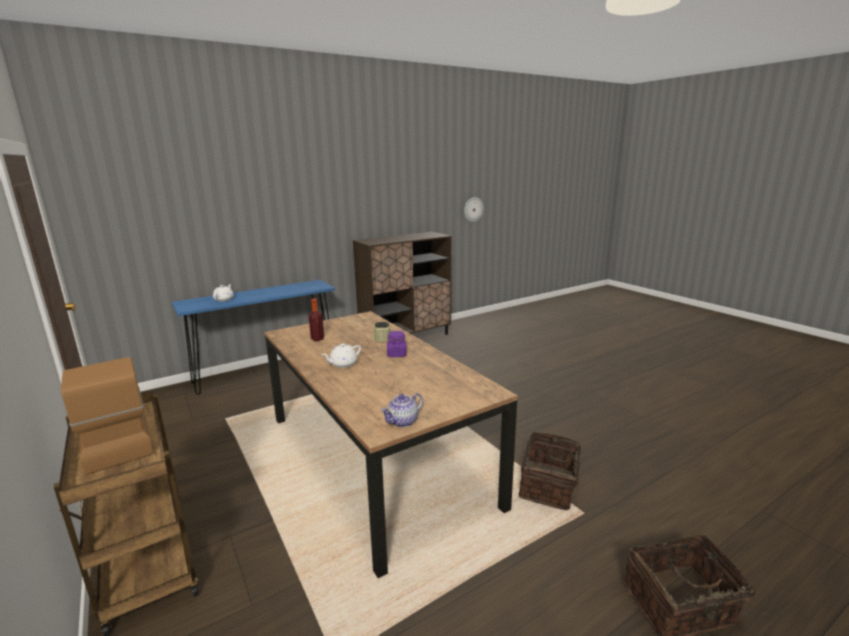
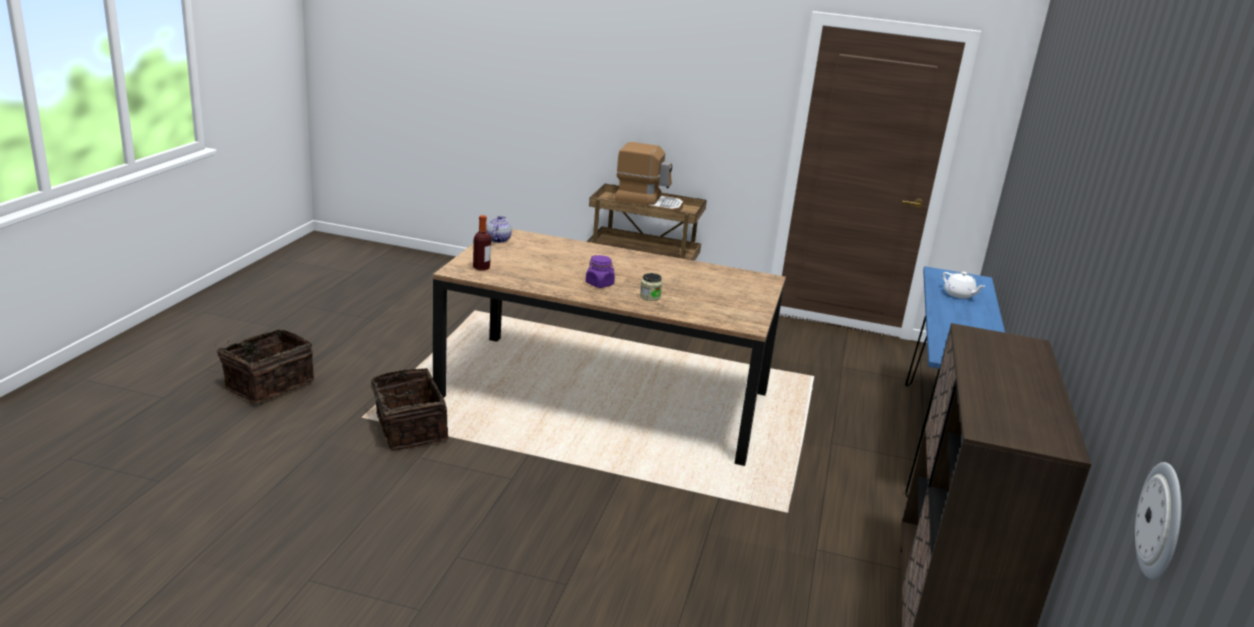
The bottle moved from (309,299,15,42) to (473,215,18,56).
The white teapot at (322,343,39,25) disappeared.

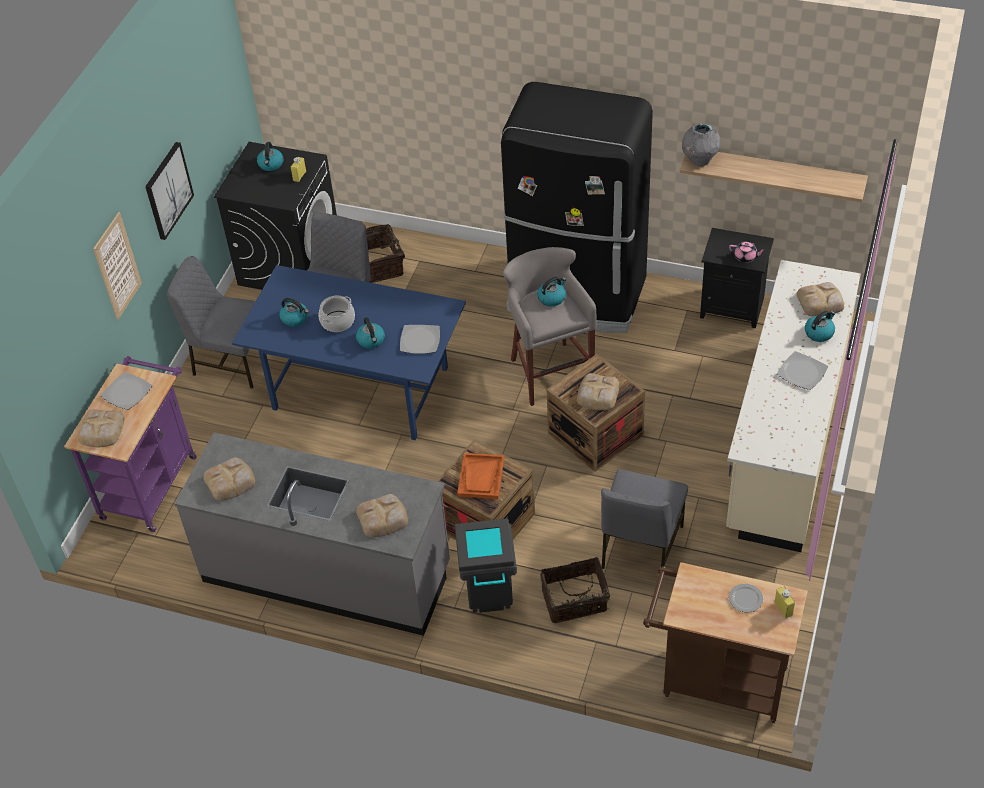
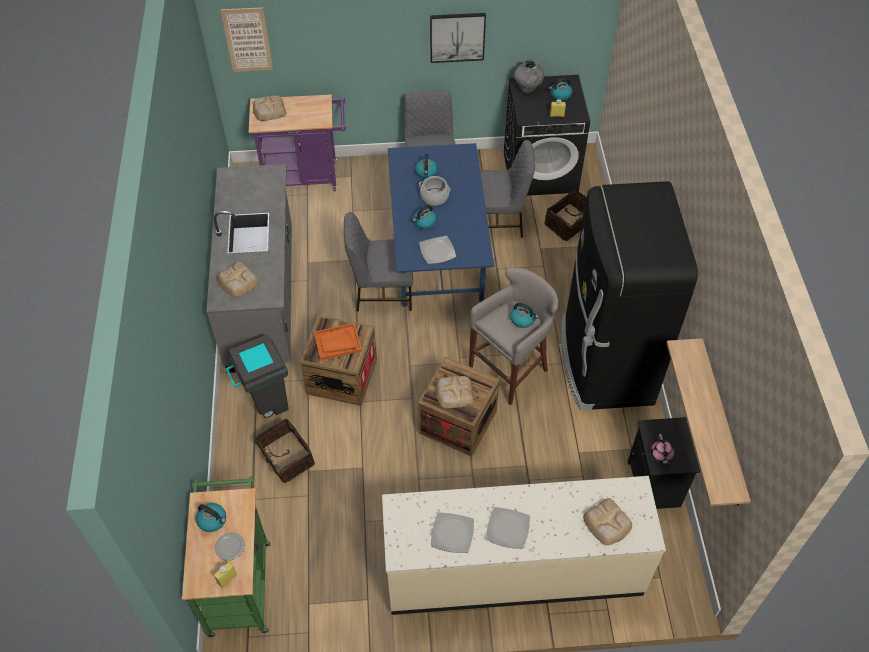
The picture moved from (93,212,49,108) to (220,7,53,65).
The plate moved from (100,372,52,38) to (431,512,43,41).
The bread at (203,457,52,44) disappeared.
The grey chair moved from (601,469,87,100) to (344,212,69,100).
The brown cart at (643,562,165,161) became the green cart at (182,476,89,161).
The grey vase moved from (682,123,38,43) to (514,60,30,33).
The kettle moved from (805,311,30,31) to (196,503,30,29).

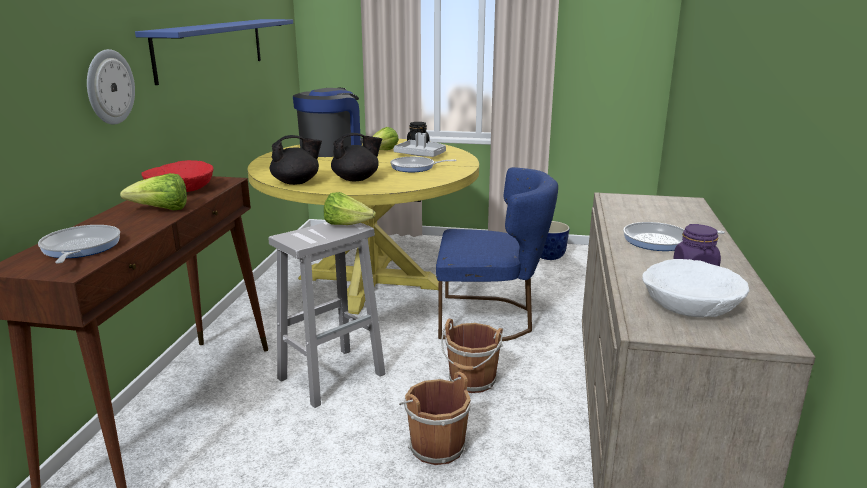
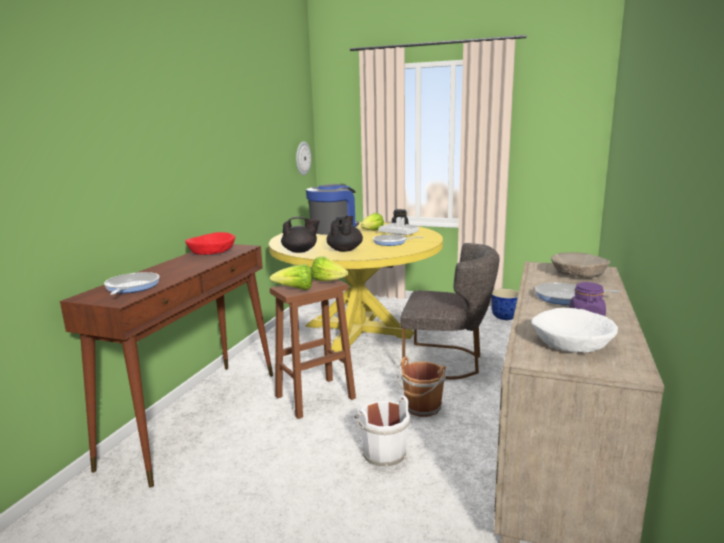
The wall clock moved from (87,49,48,76) to (296,142,15,33).
The lettuce moved from (120,173,67,37) to (270,264,42,26).
The blue shelf at (135,19,158,66) disappeared.
The white stool at (269,222,116,186) became the brown stool at (270,279,86,140).
The black teapot at (331,133,51,48) turned 75 degrees counterclockwise.
The brown bucket at (399,372,72,93) became the white bucket at (354,396,56,72).
The blue chair at (436,167,122,174) became the grey chair at (400,243,100,137).
The beige bowl at (551,252,59,26) appeared.

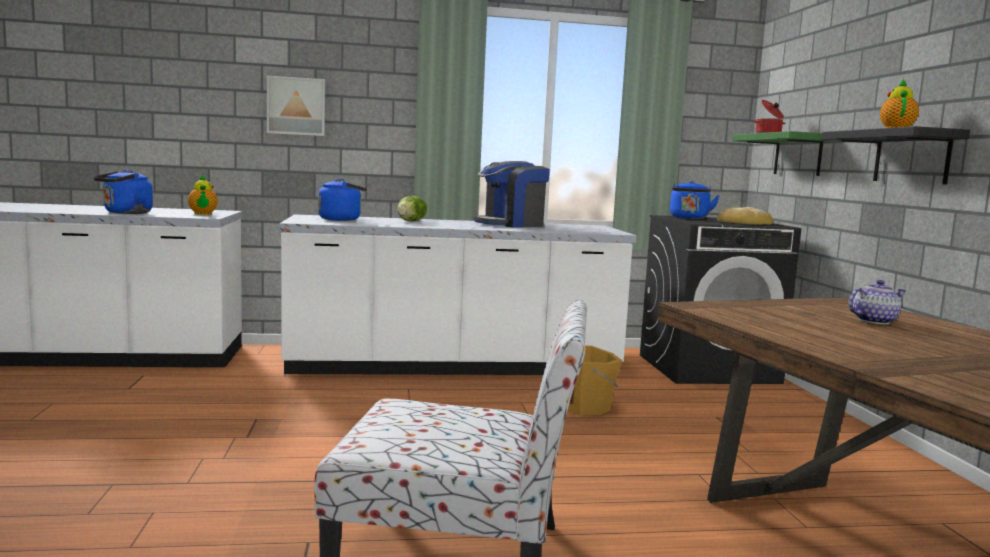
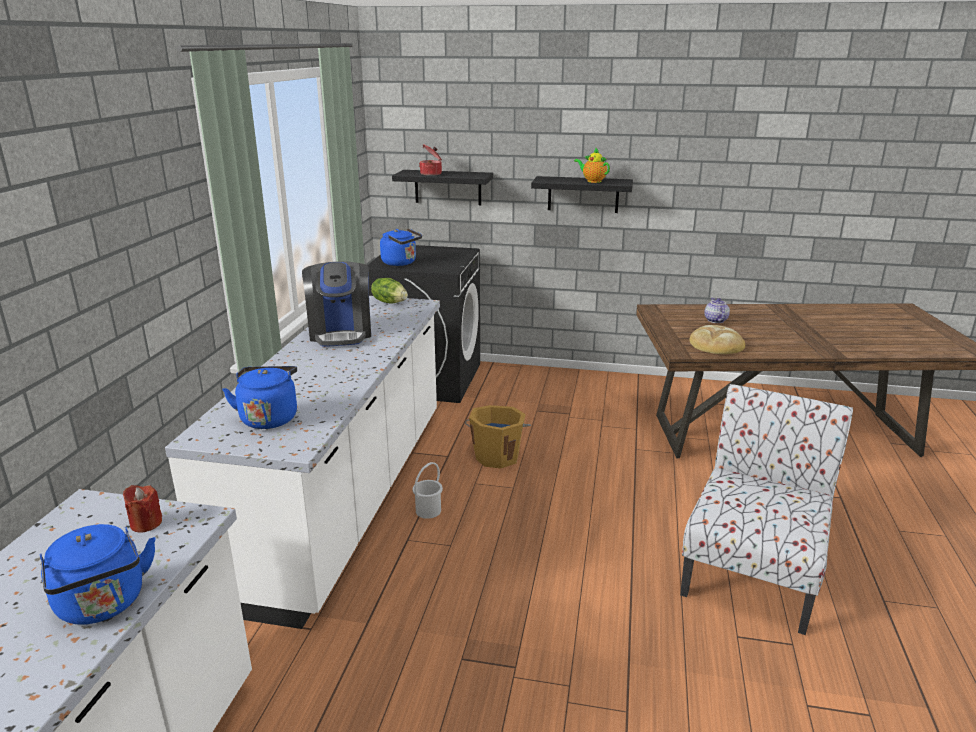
The teapot at (188,174,30,41) was replaced by the red candle at (123,485,39,48).
The picture at (267,76,58,60) disappeared.
The lettuce moved from (397,196,30,25) to (371,278,37,25).
The bread moved from (717,207,56,18) to (690,325,55,29).
The green shelf at (733,131,99,45) became the black shelf at (392,170,101,35).
The white bucket at (413,462,30,57) appeared.

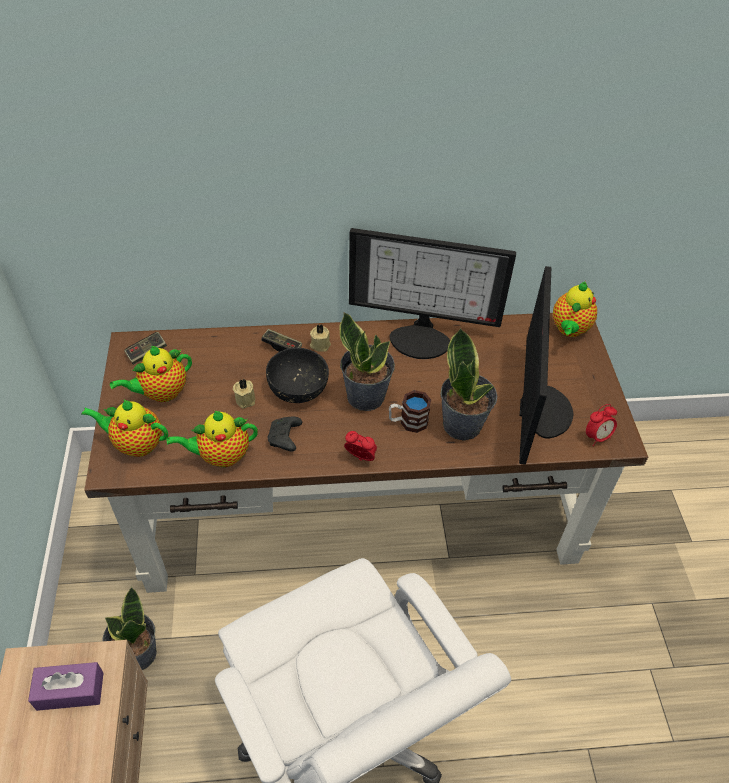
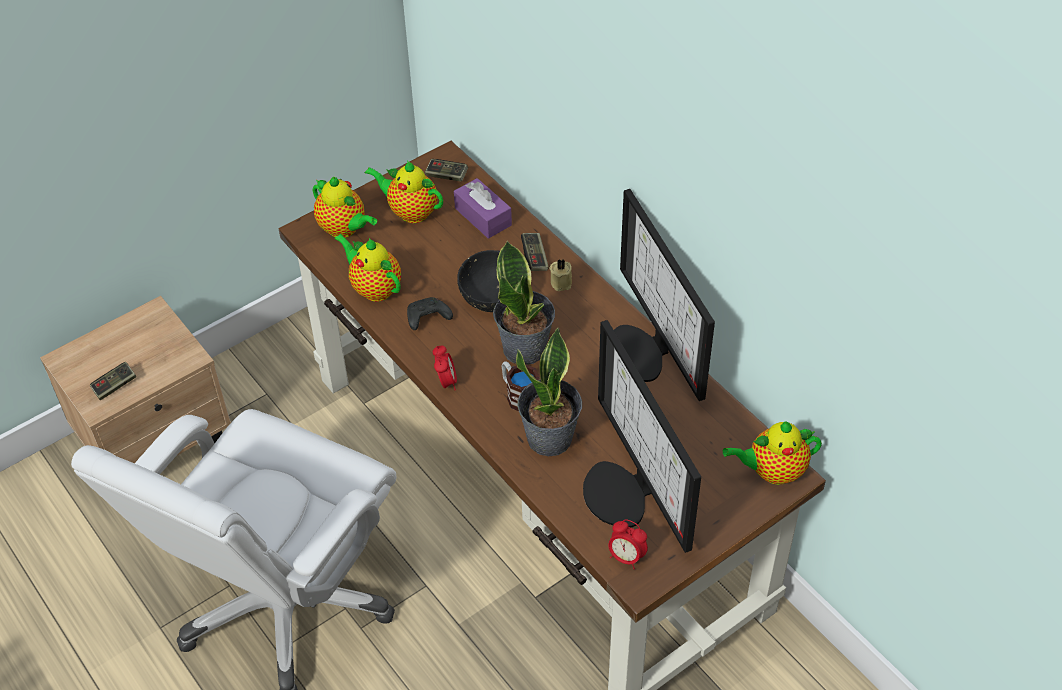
The purple tissue box moved from (28,662,76,49) to (454,178,58,61).
The teapot at (81,399,87,58) turned 150 degrees clockwise.
The potted plant at (102,587,55,83) disappeared.
The beige candle at (233,379,22,29) disappeared.
The monitor at (519,266,55,199) turned 90 degrees clockwise.
The game controller at (90,362,47,38) appeared.

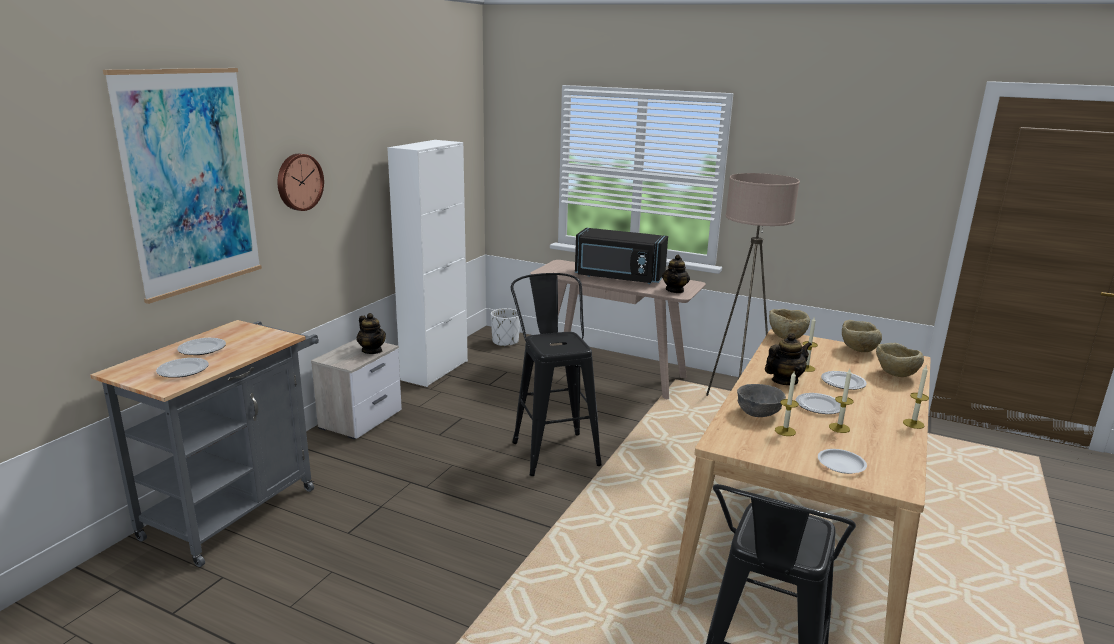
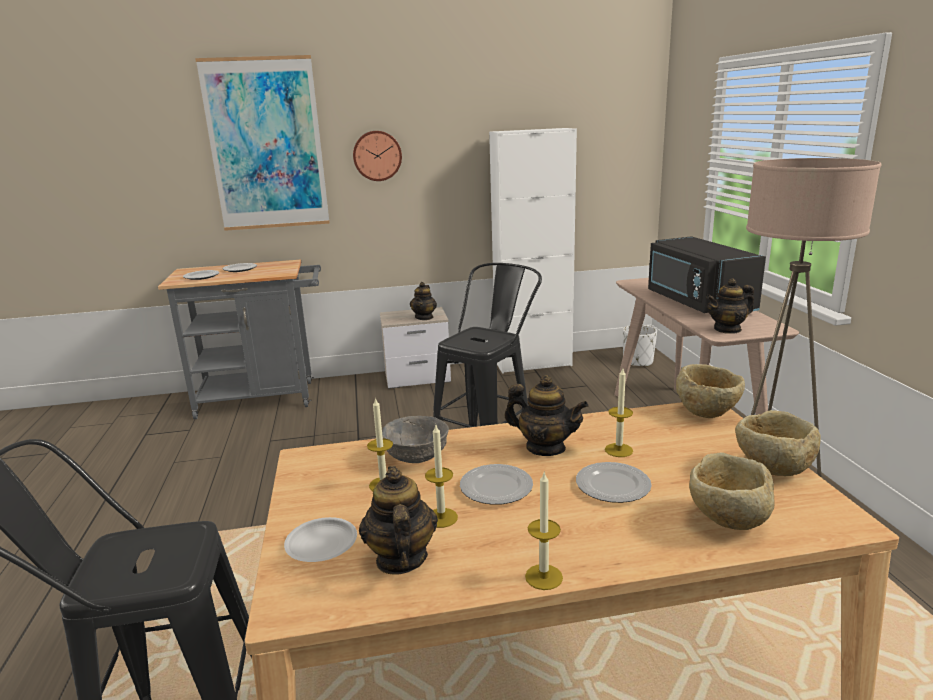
The teapot at (359,466,79,108) appeared.

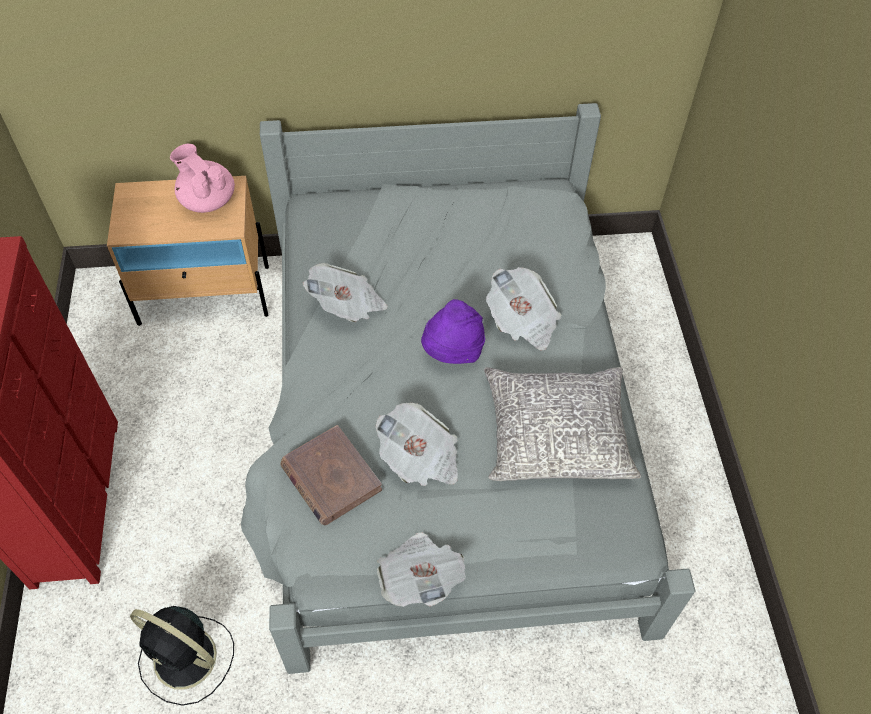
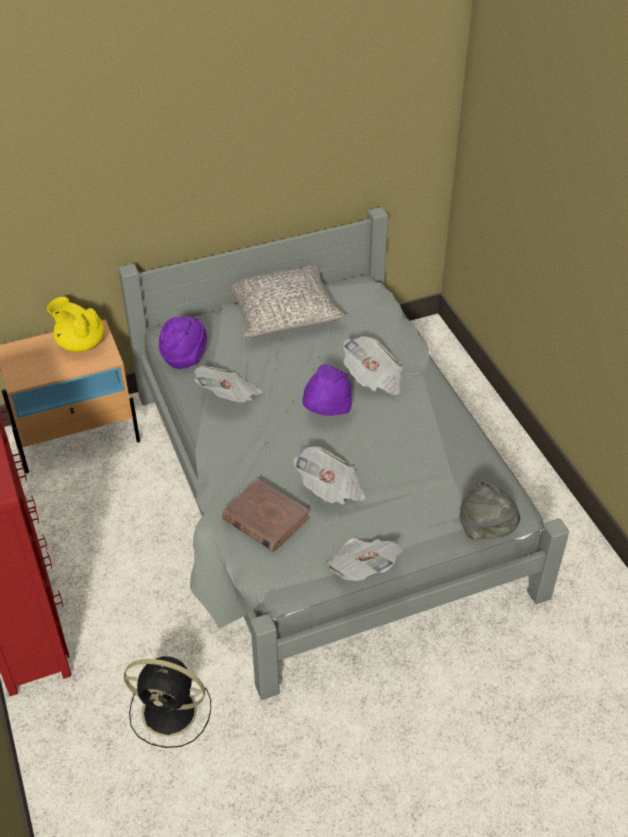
The pink teapot at (170,144,65,69) became the yellow teapot at (47,297,57,55).
The grey pillow moved from (484,367,157,114) to (230,266,116,72).
The purple hat at (159,316,48,53) appeared.
The grey hat at (459,481,61,58) appeared.

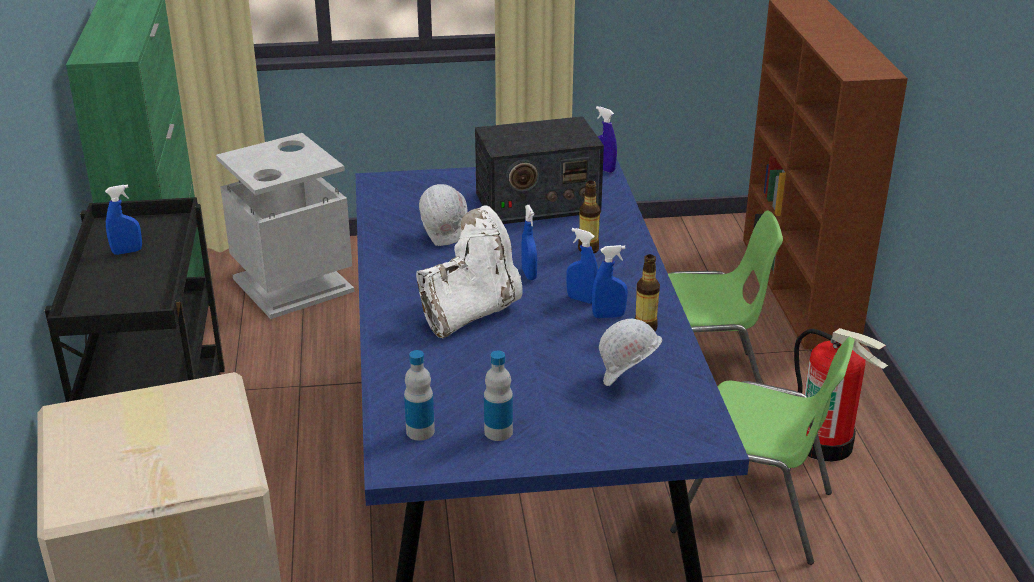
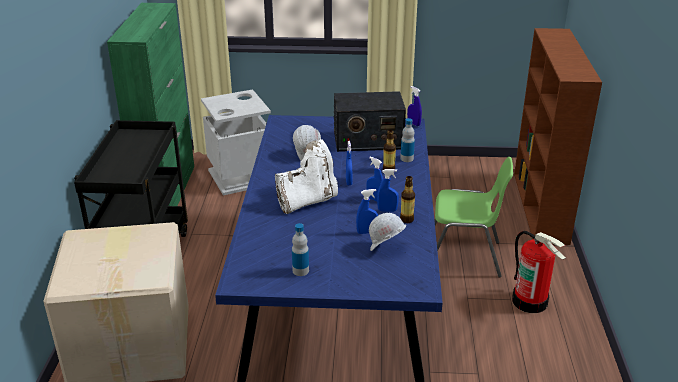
The blue spray bottle moved from (105,185,37,70) to (356,189,22,45).
The bottle moved from (404,350,31,91) to (400,118,15,44).
The green chair at (670,337,185,228) disappeared.

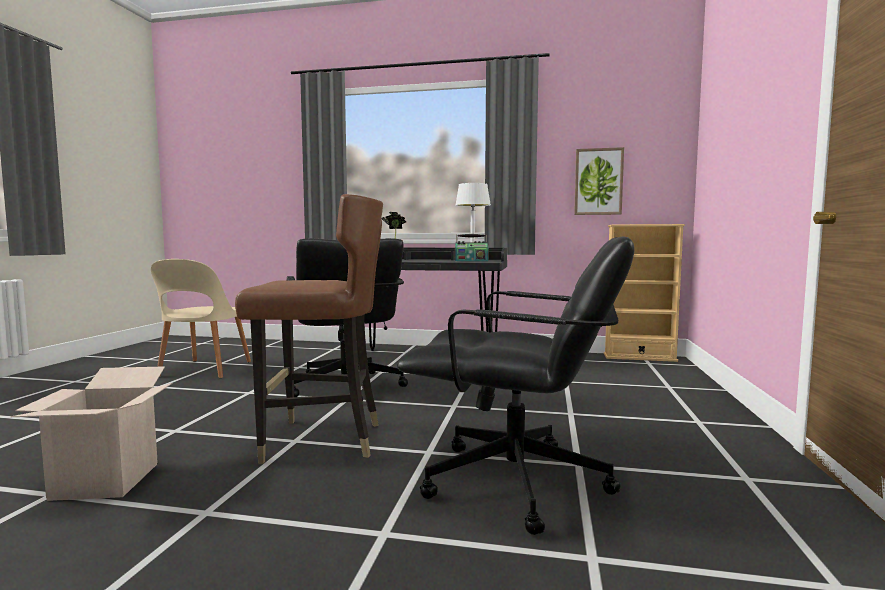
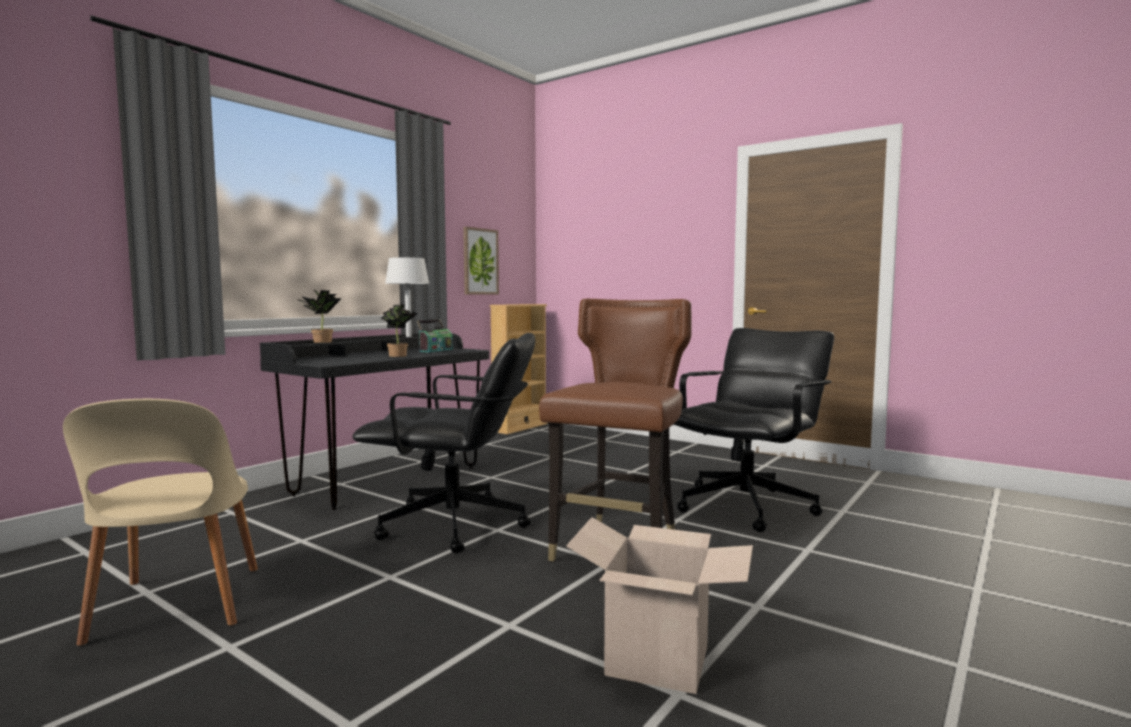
The beige chair at (151,259,100,119) turned 45 degrees clockwise.
The potted plant at (380,304,38,53) appeared.

